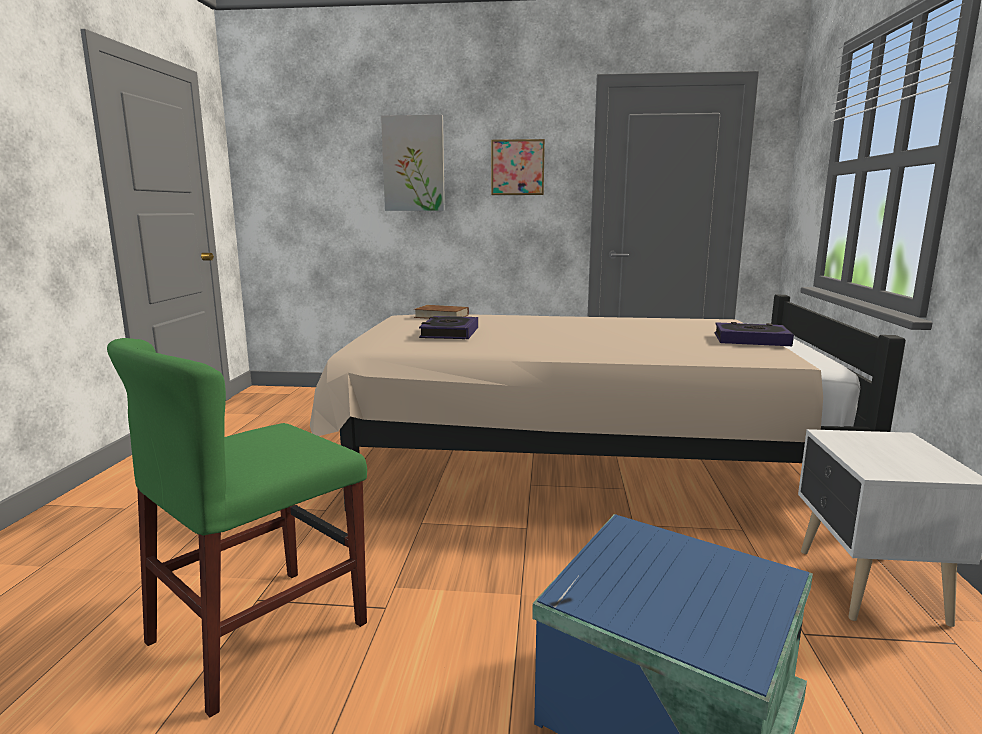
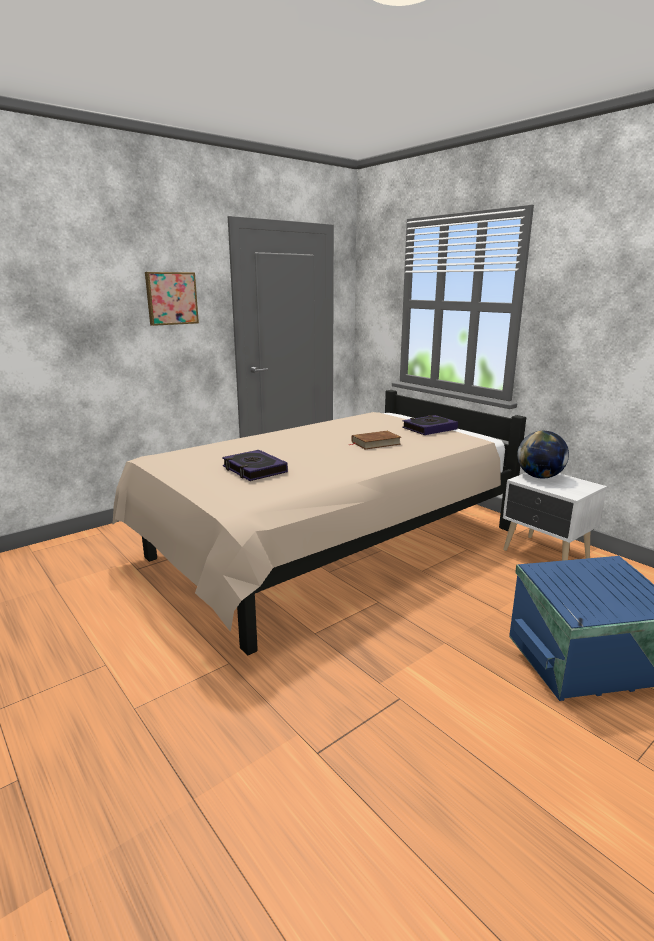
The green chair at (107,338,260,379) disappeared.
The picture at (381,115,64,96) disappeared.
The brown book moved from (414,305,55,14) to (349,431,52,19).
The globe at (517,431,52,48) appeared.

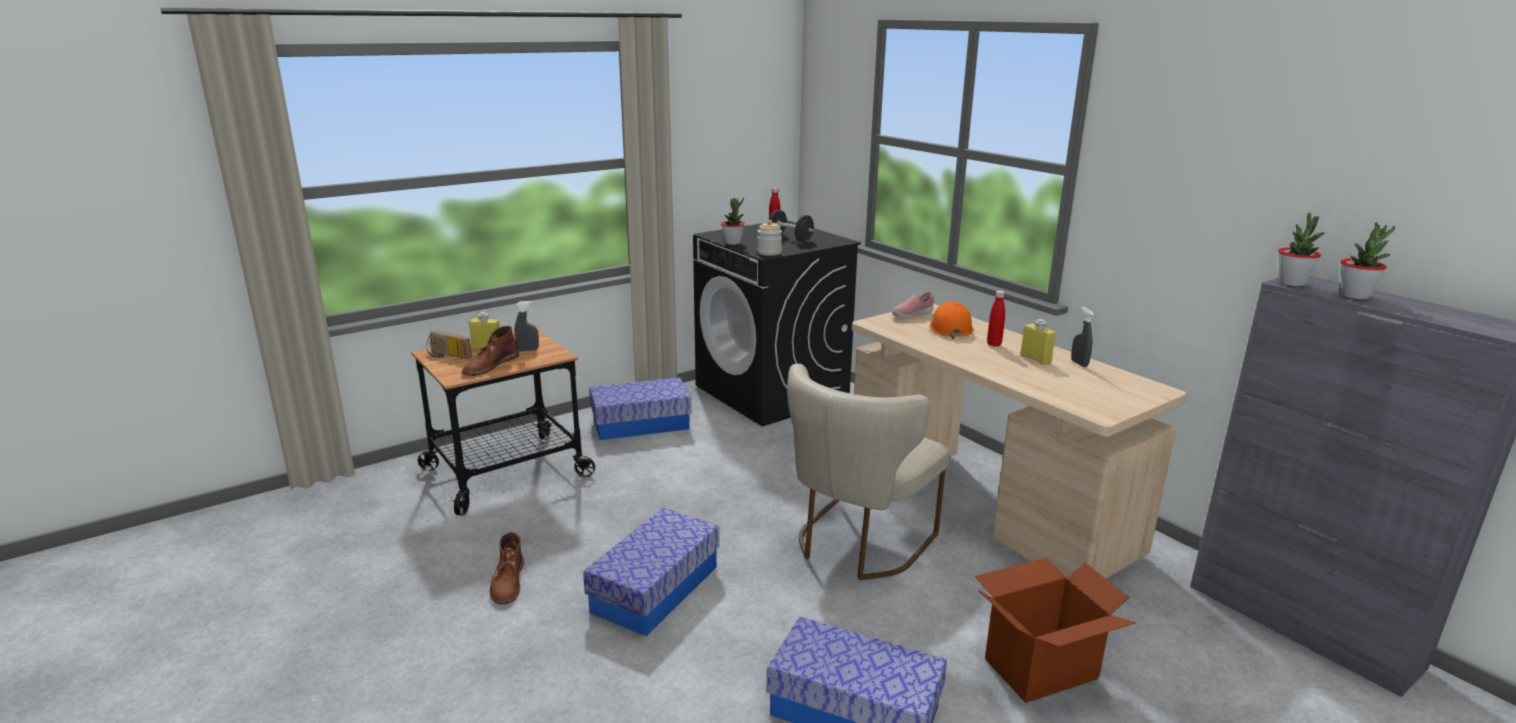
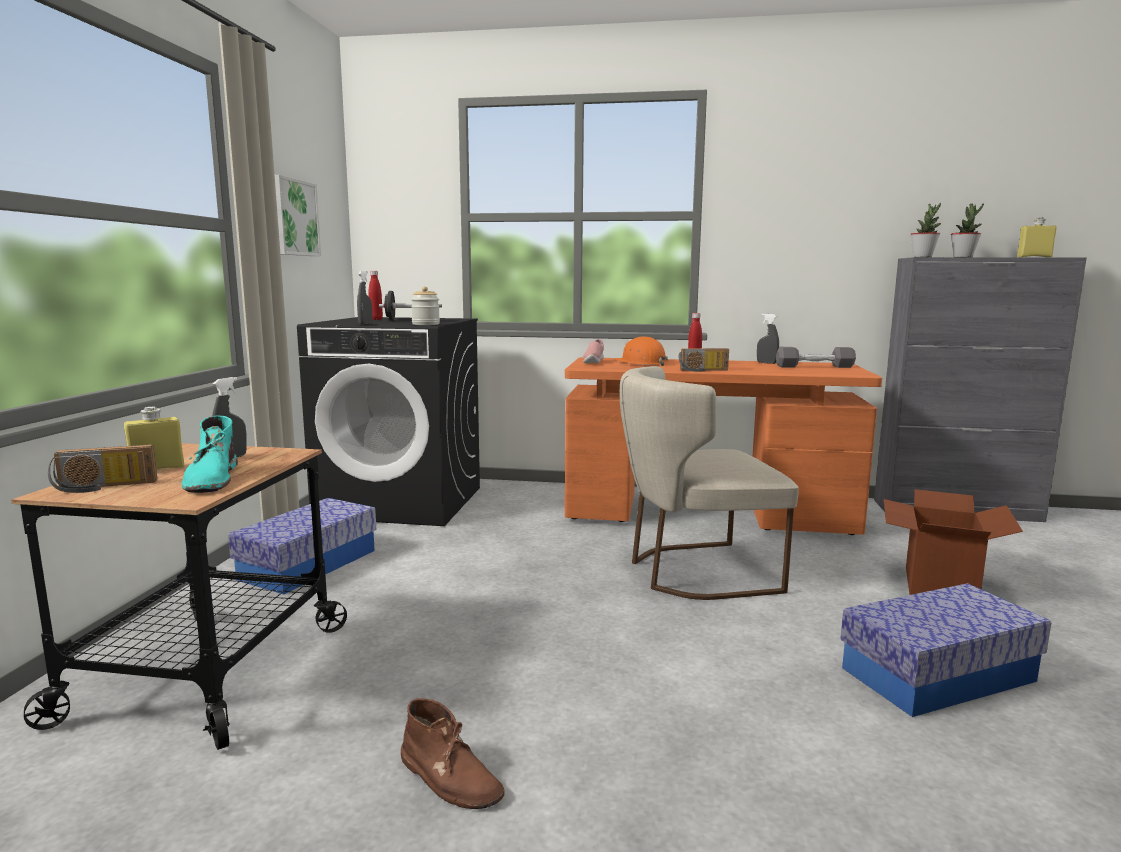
The brown boot at (462,326,57,50) became the turquoise boot at (182,415,56,78).
The storage box at (583,508,136,128) disappeared.
The potted plant at (721,198,24,47) was replaced by the grey spray bottle at (357,271,16,54).
The beige chair at (787,364,163,216) turned 90 degrees clockwise.
The beige desk at (852,304,334,274) became the orange desk at (565,357,317,178).
The yellow bottle moved from (1020,319,36,46) to (1017,217,40,40).
The picture at (275,175,46,81) appeared.
The radio at (679,348,50,24) appeared.
The grey dumbbell at (776,347,80,21) appeared.

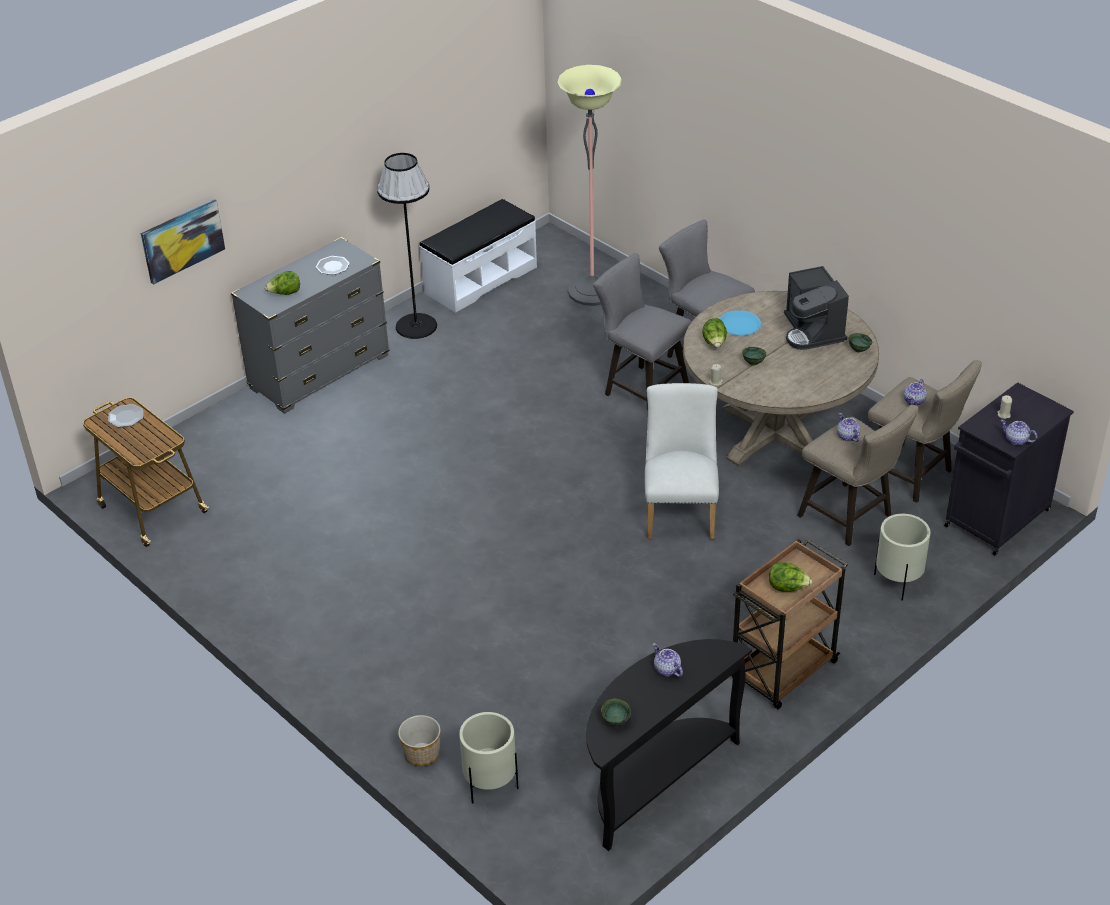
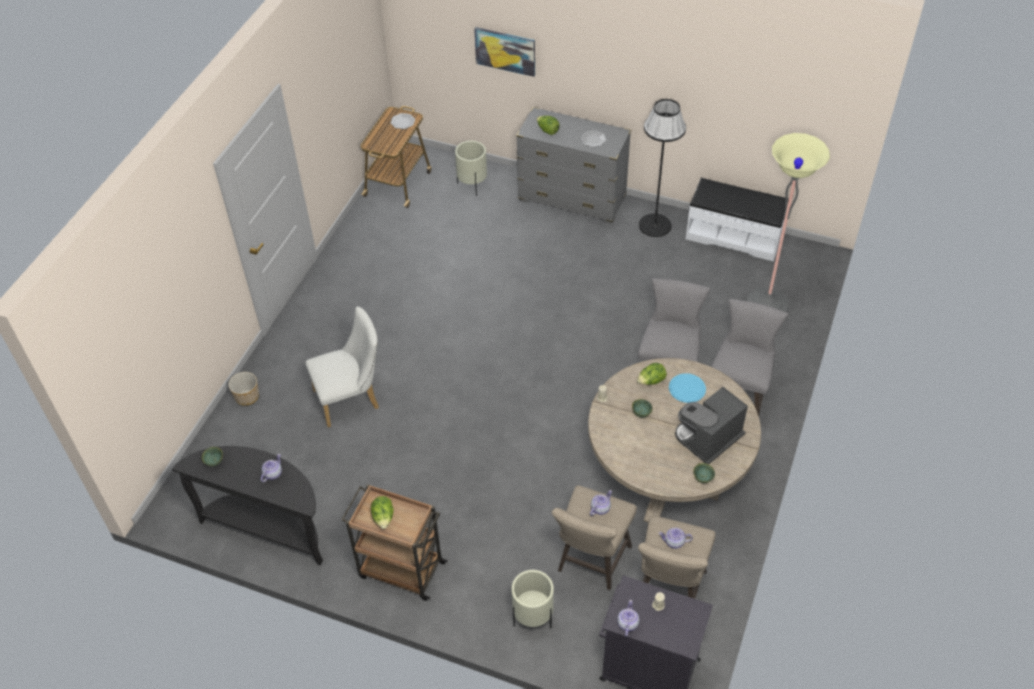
The beige planter moved from (459,712,60,92) to (455,141,32,55).
The white chair moved from (645,383,74,156) to (305,307,74,120).

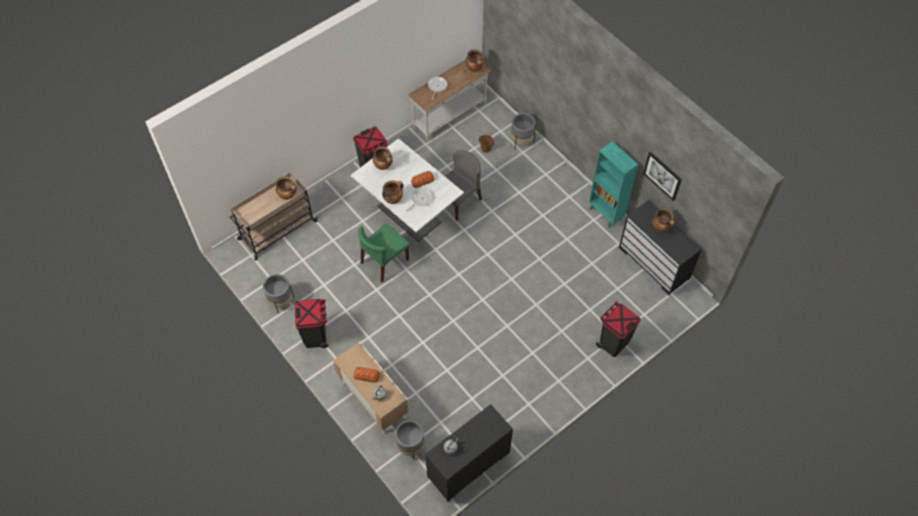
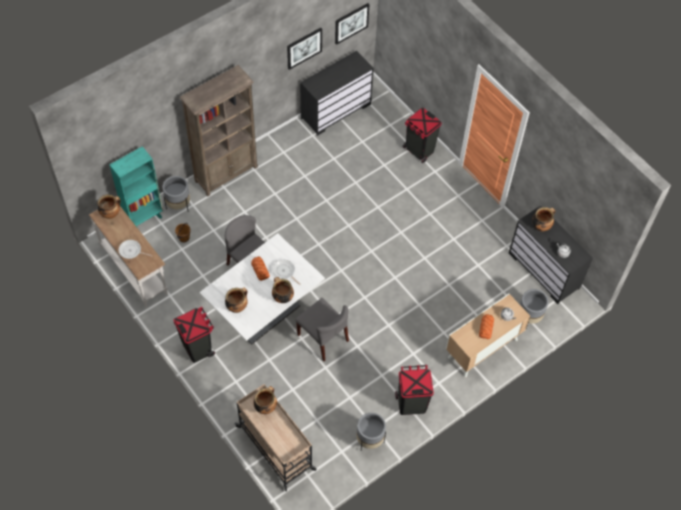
The green chair at (358,223,52,59) became the grey chair at (296,298,53,63).
The turquoise bookcase moved from (589,141,49,87) to (109,146,54,81).
The cooking pot moved from (652,208,23,24) to (532,207,23,25).
The brown bookcase at (179,65,79,132) appeared.
The picture at (335,3,34,42) appeared.

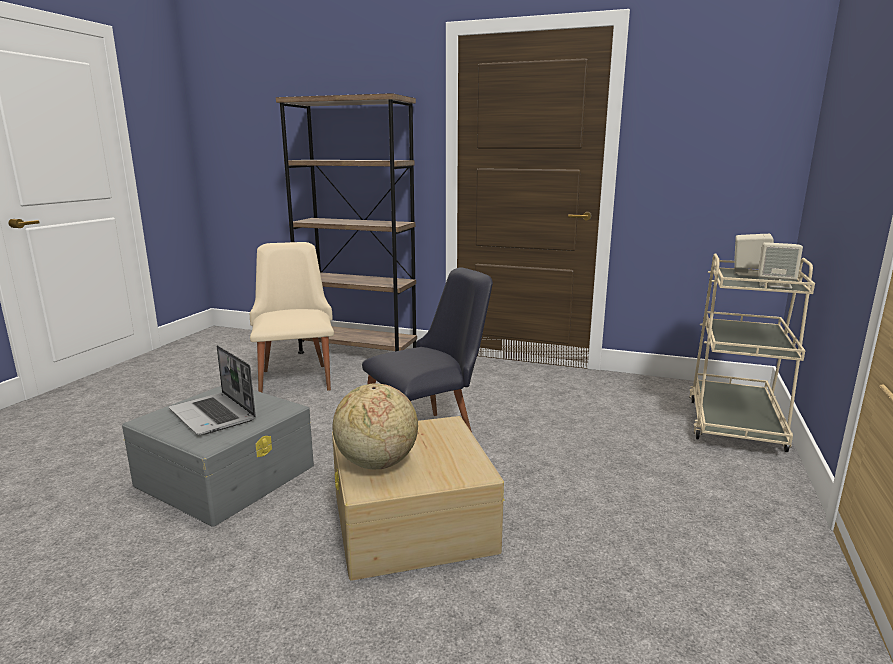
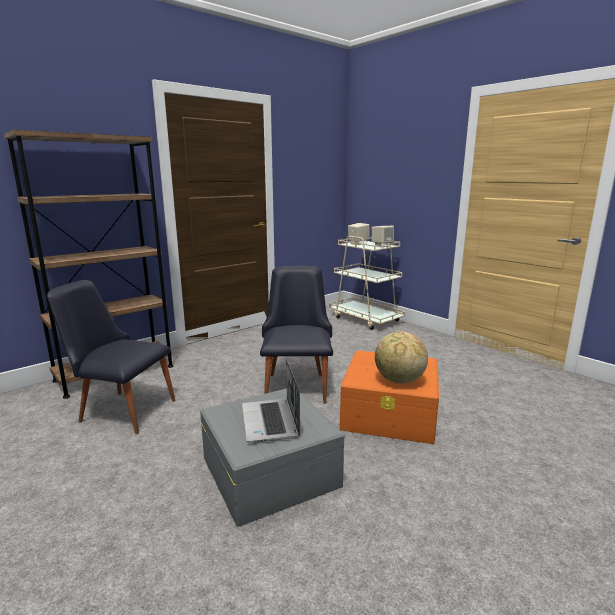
The laptop at (169,345,87,90) turned 90 degrees clockwise.
The beige chair at (250,242,84,151) became the black chair at (47,280,128,155).
The beige storage box at (332,416,173,164) became the orange storage box at (340,350,99,94).

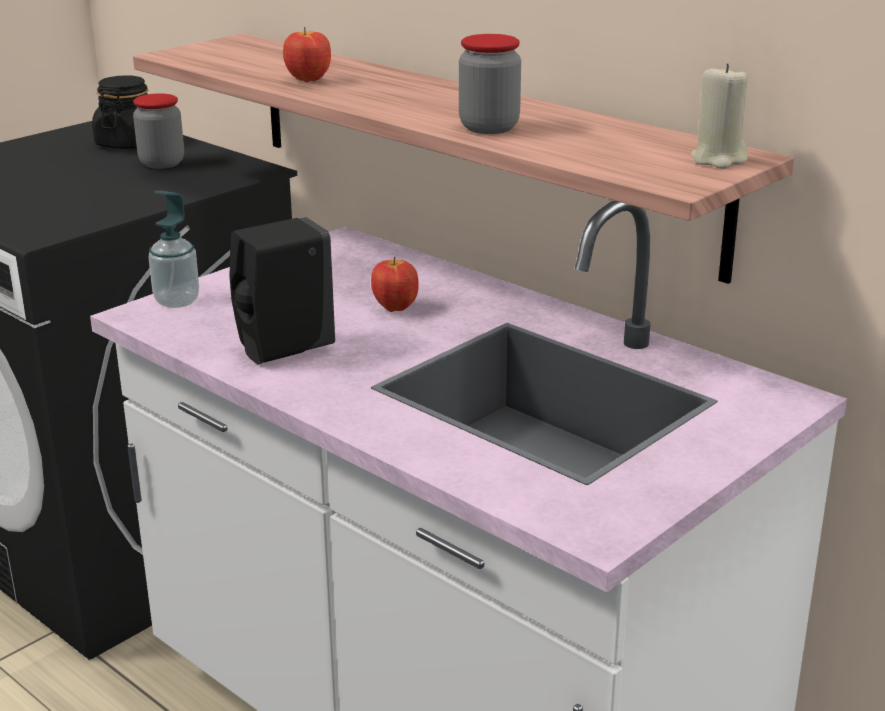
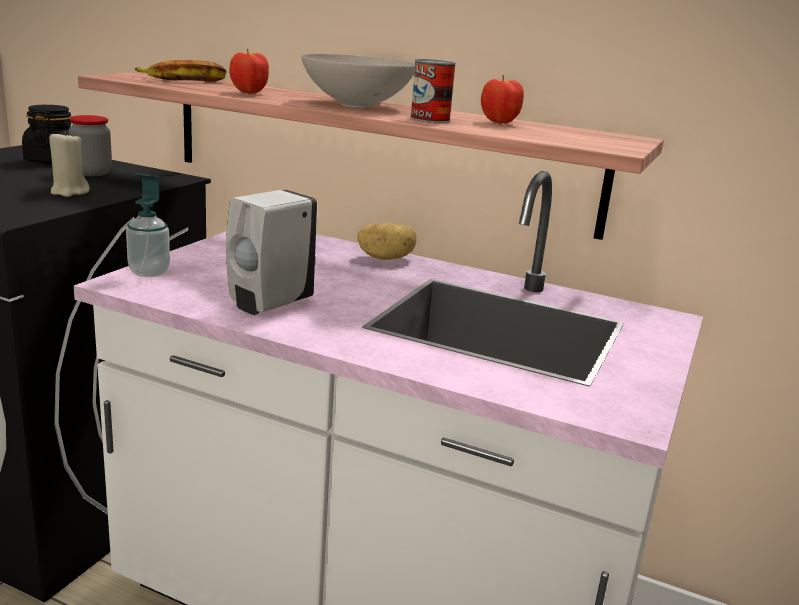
The black soap dispenser at (230,217,105,148) became the white soap dispenser at (226,190,91,125).
The apple moved from (371,257,48,55) to (481,75,43,49).
The jar at (459,34,62,100) was replaced by the can at (410,59,46,64).
The beige candle moved from (691,63,57,106) to (49,130,41,67).
The banana at (134,60,93,22) appeared.
The white bowl at (301,54,114,54) appeared.
The potato at (357,223,60,37) appeared.

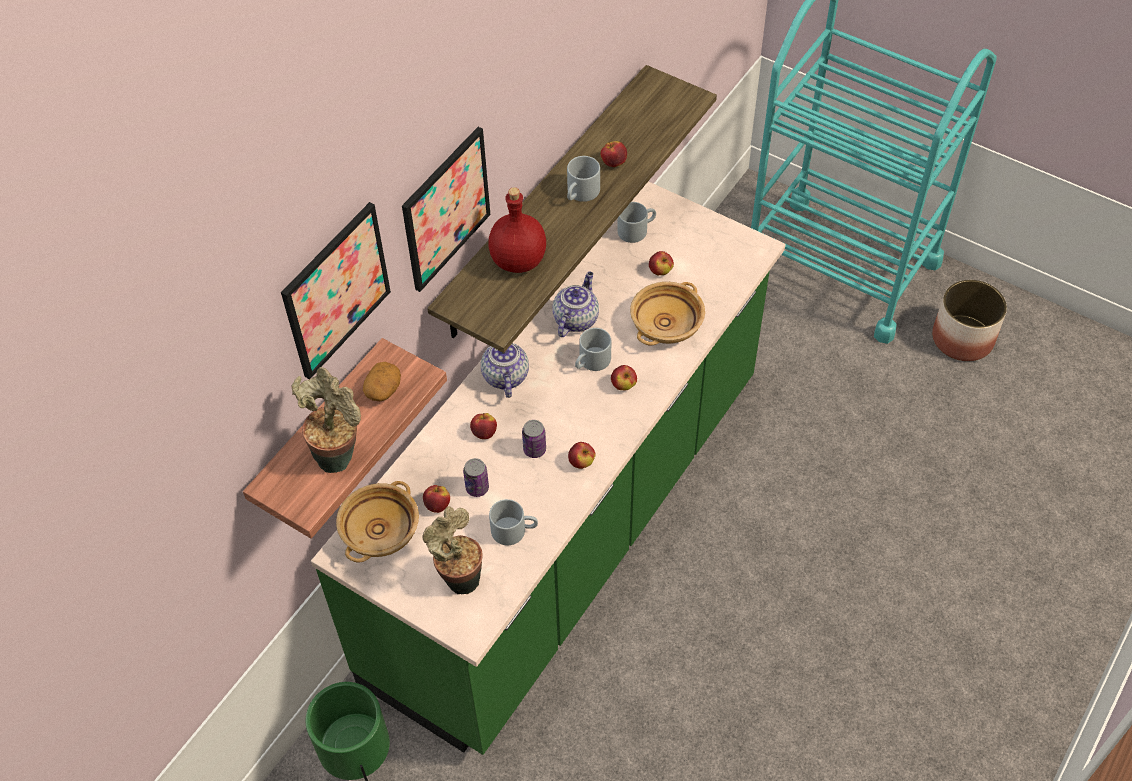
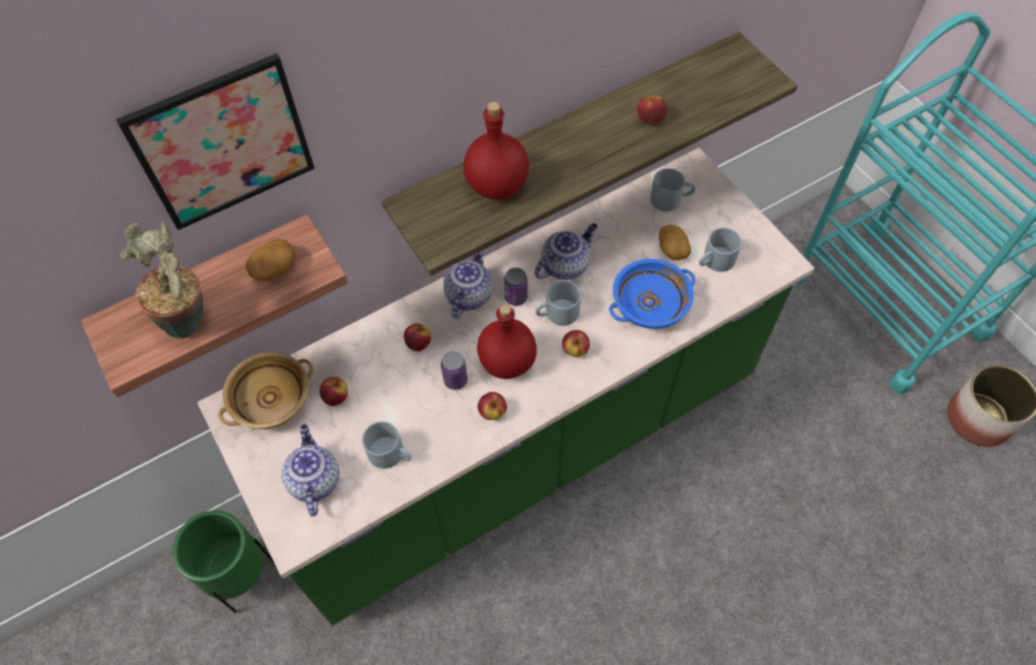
The picture at (402,127,88,165) disappeared.
The potted plant at (422,506,61,88) was replaced by the teapot at (281,424,59,92).
The can moved from (463,458,26,39) to (504,268,24,38).
The grey mug moved from (567,156,33,46) to (699,227,43,45).
The beige bowl at (630,282,75,64) became the blue bowl at (609,259,86,70).
The apple at (649,251,25,24) was replaced by the potato at (659,225,32,35).
The red bottle at (477,304,60,75) appeared.

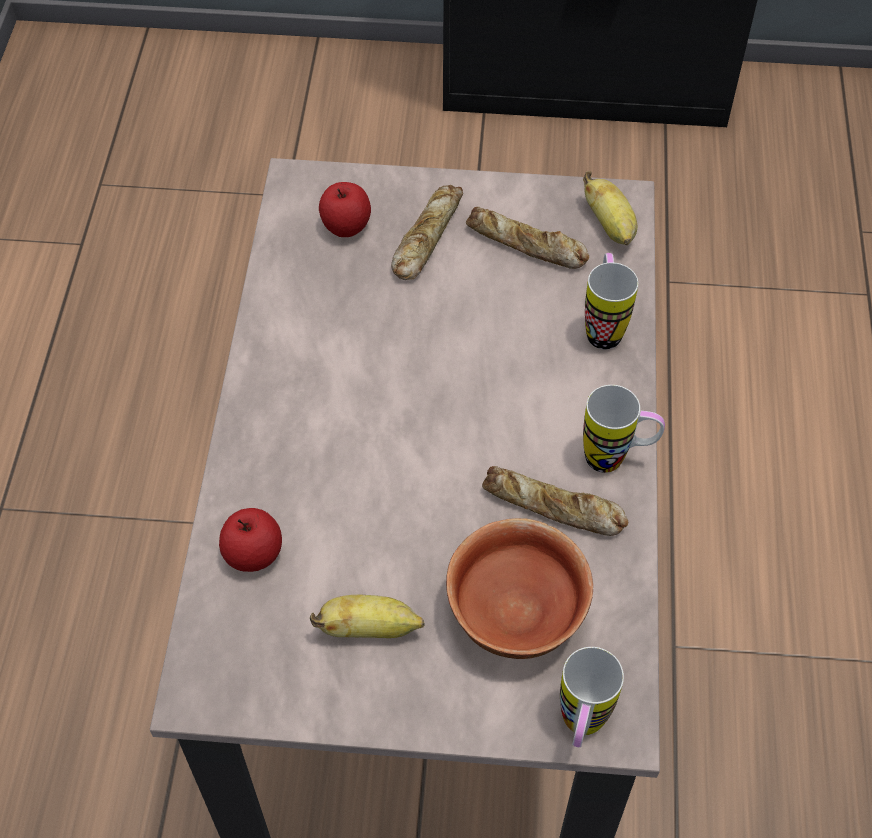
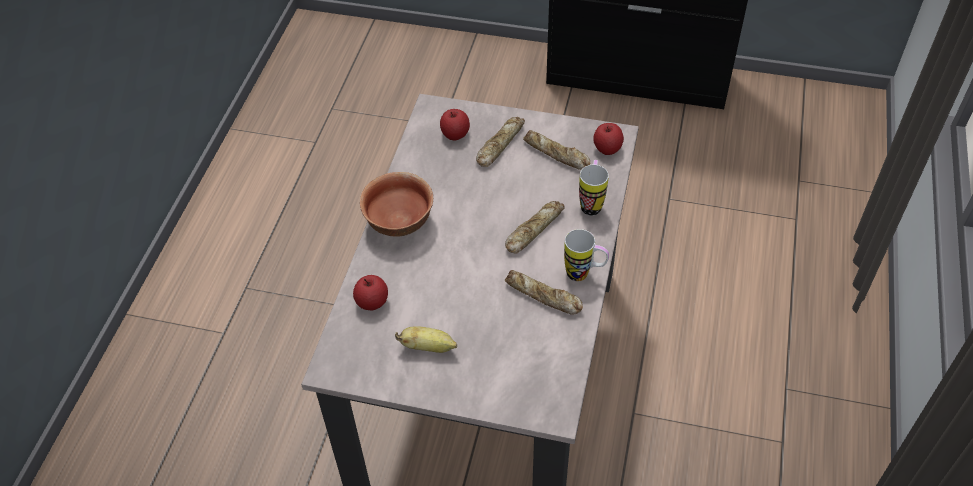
The bowl moved from (446,518,147,141) to (360,172,73,65).
The mug at (560,647,64,100) disappeared.
The banana at (583,171,54,74) was replaced by the apple at (593,123,31,32).
The bread at (505,201,60,53) appeared.

